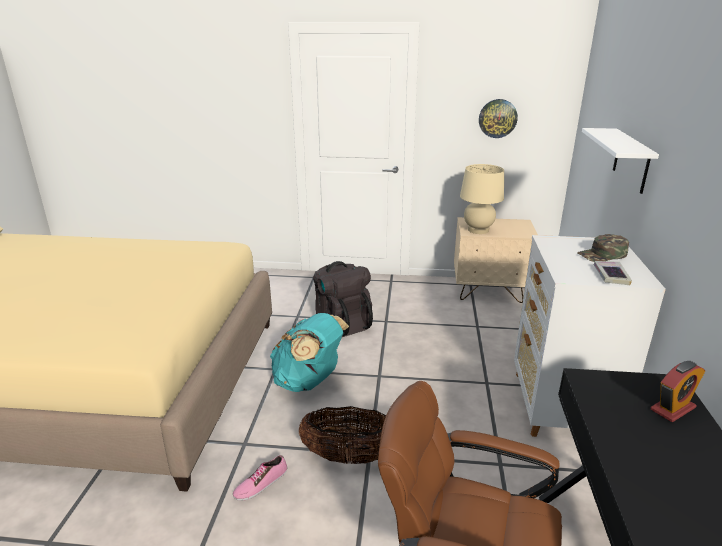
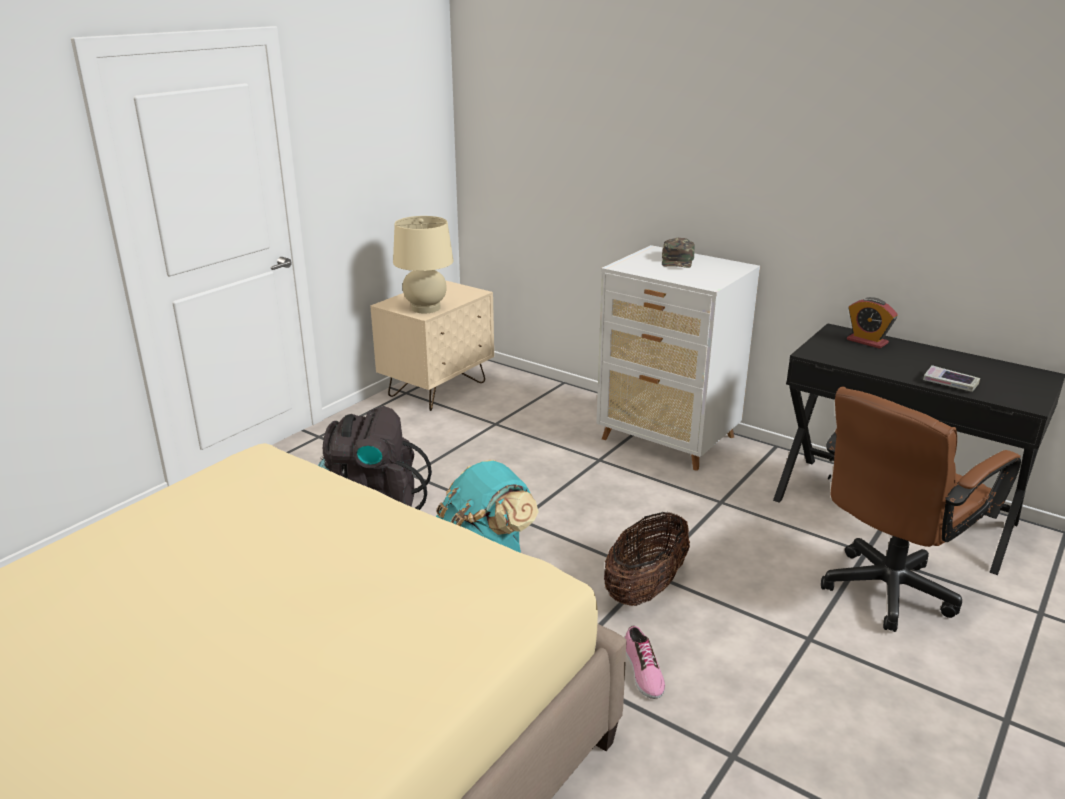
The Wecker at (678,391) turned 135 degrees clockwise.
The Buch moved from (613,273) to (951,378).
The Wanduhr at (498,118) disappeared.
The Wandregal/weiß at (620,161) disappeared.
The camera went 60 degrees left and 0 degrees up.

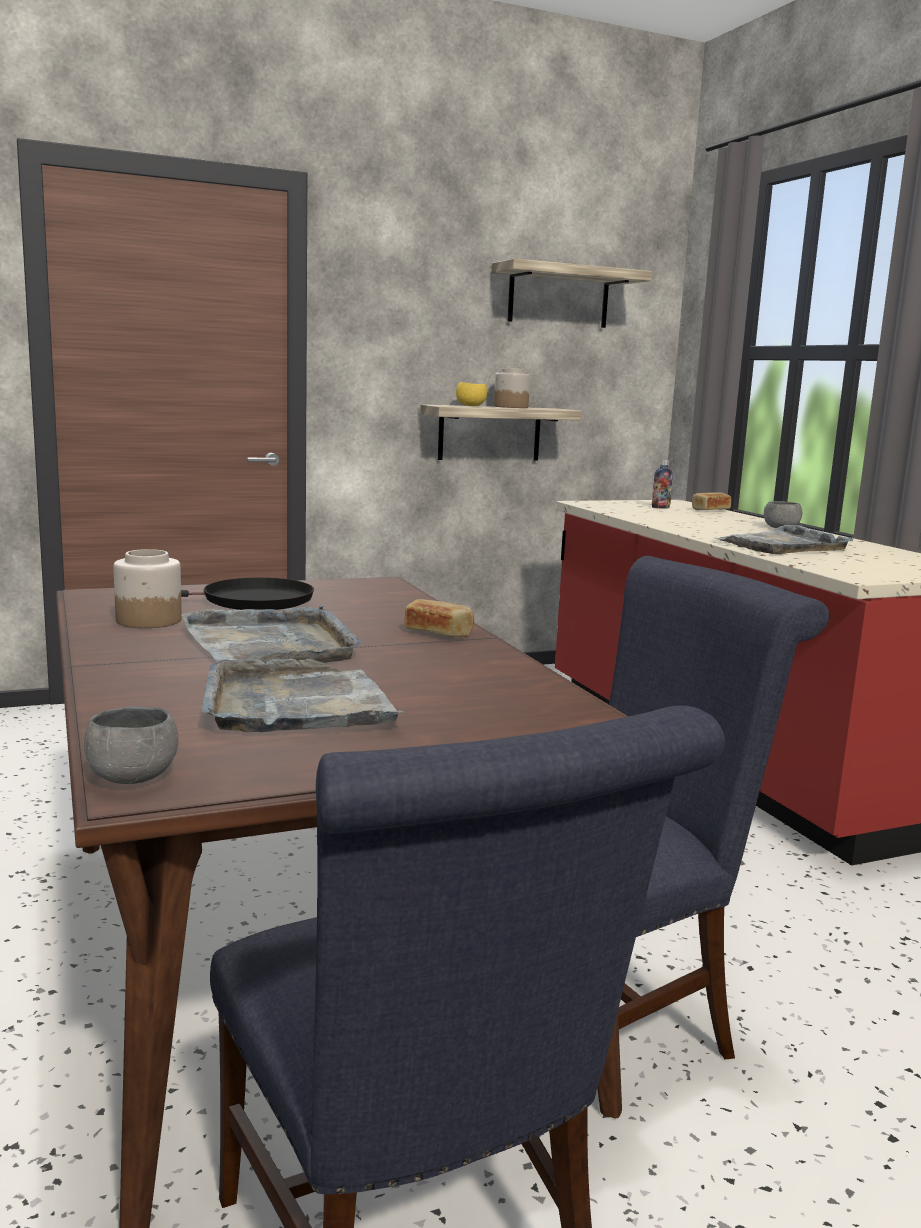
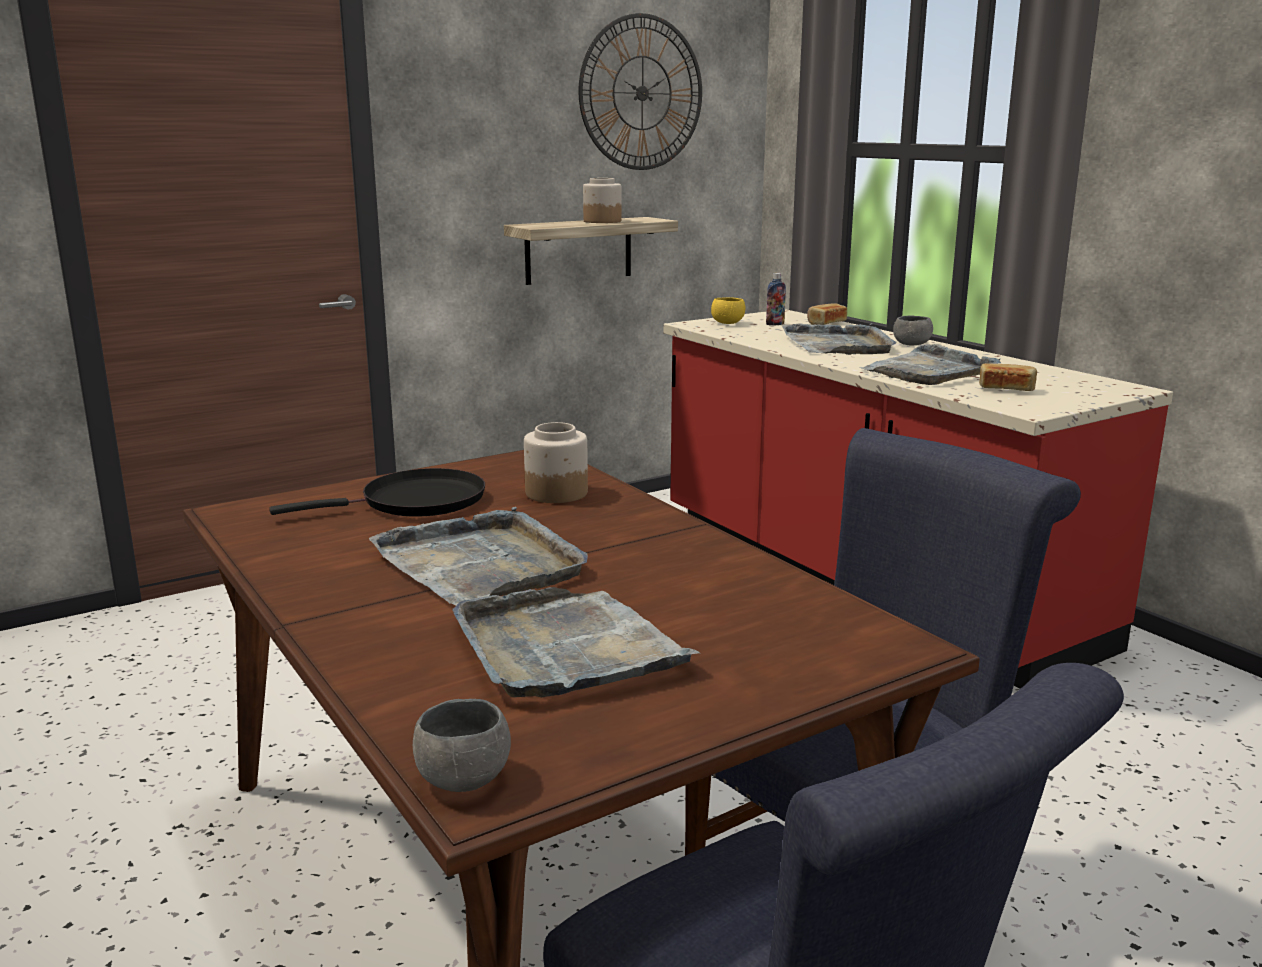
The Vorratsglas moved from (148,588) to (556,462).
The Wandregal at (571,293) was replaced by the Wanduhr at (640,91).
The Schüssel/gelb moved from (471,394) to (728,310).
The Tablett/grau at (839,339) appeared.
The Brot moved from (439,618) to (1008,377).
The camera went 10 degrees left and 5 degrees up.

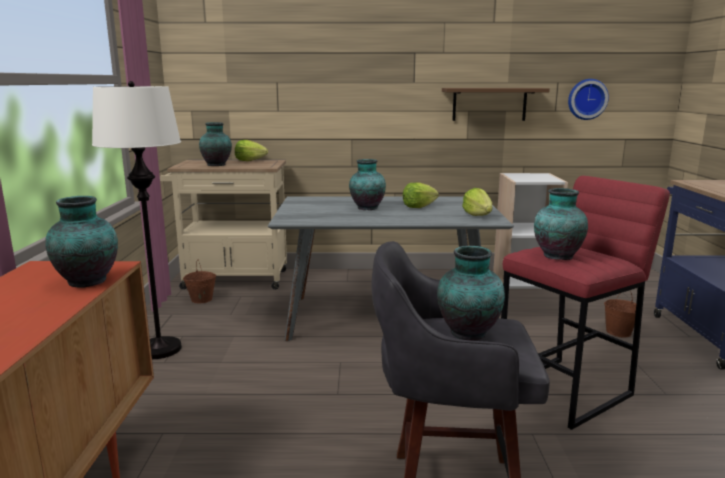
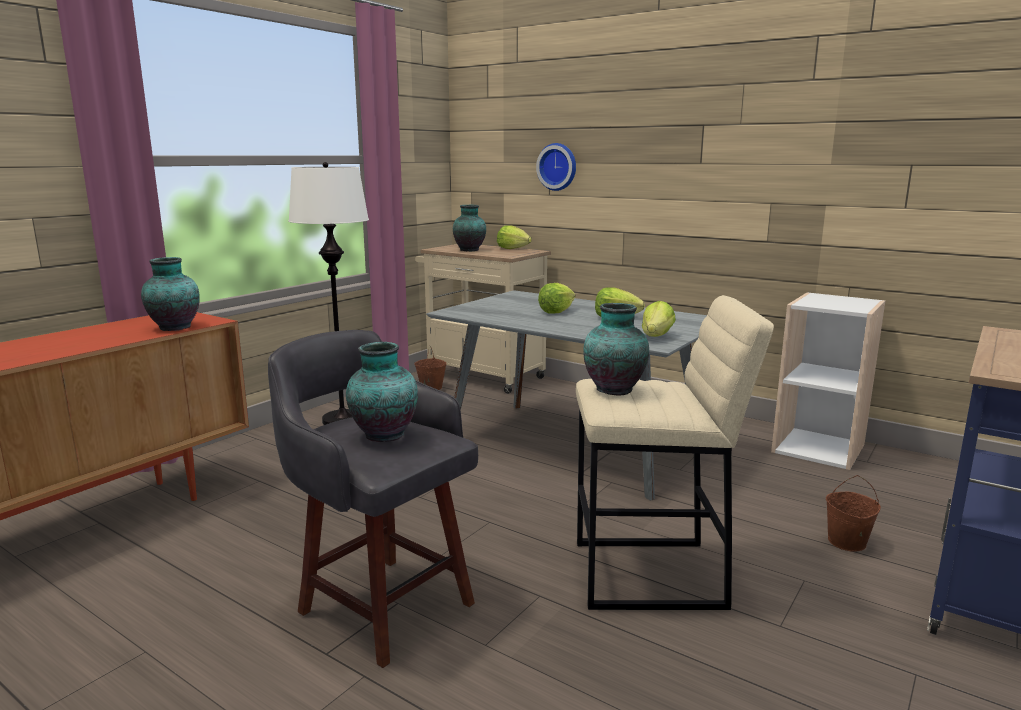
The Wanduhr moved from (588,99) to (556,167).
The Vase at (367,184) was replaced by the Salatkopf at (556,298).
The Hocker/rot at (585,303) became the Hocker/beige at (675,452).
The Wandregal/braun at (496,104) disappeared.
The camera went 35 degrees right and 0 degrees up.

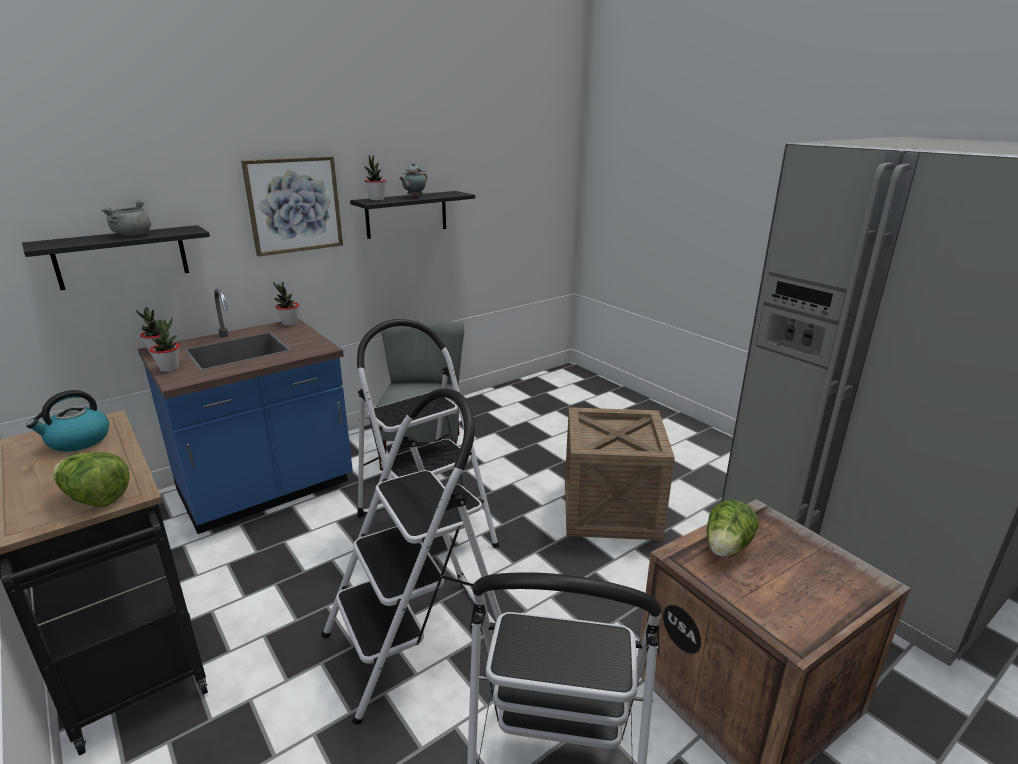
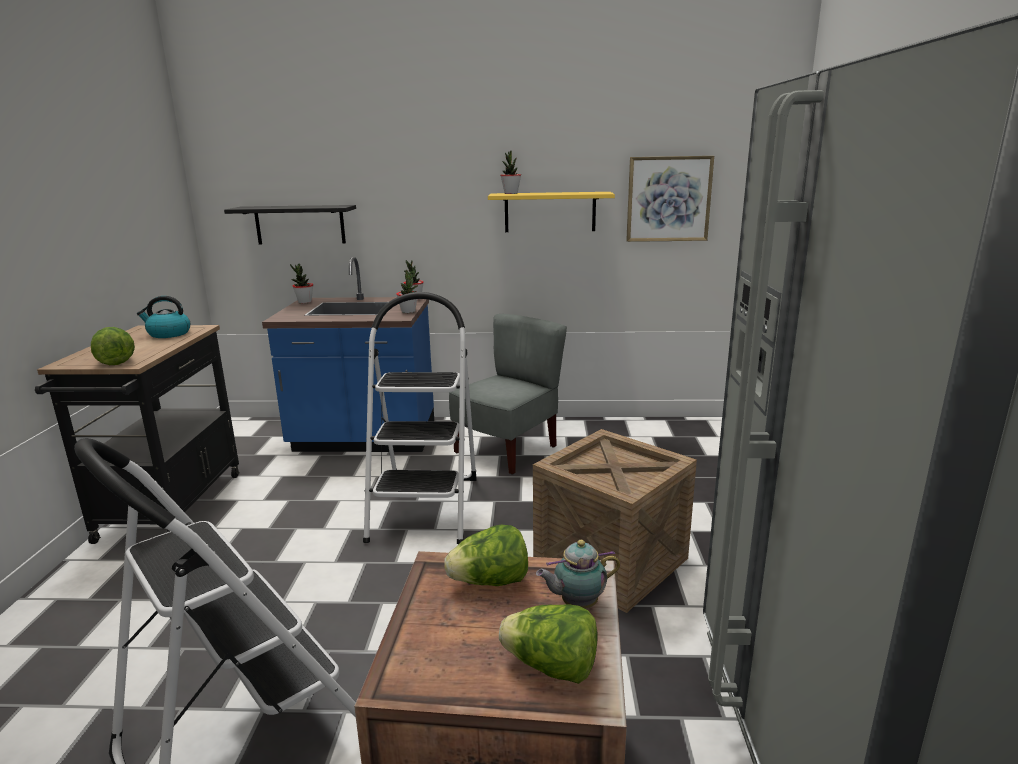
The Topfpflanze moved from (164,345) to (407,291).
The Wandregal/schwarz at (412,215) became the Wandregal/gelb at (551,212).
The Salatkopf at (548,644) appeared.
The Teekanne moved from (413,180) to (578,574).
The Bild moved from (292,206) to (670,199).
The Kochtopf/grau at (126,218) disappeared.
The Trittleiter at (411,557) disappeared.
The camera went 40 degrees right and 5 degrees down.

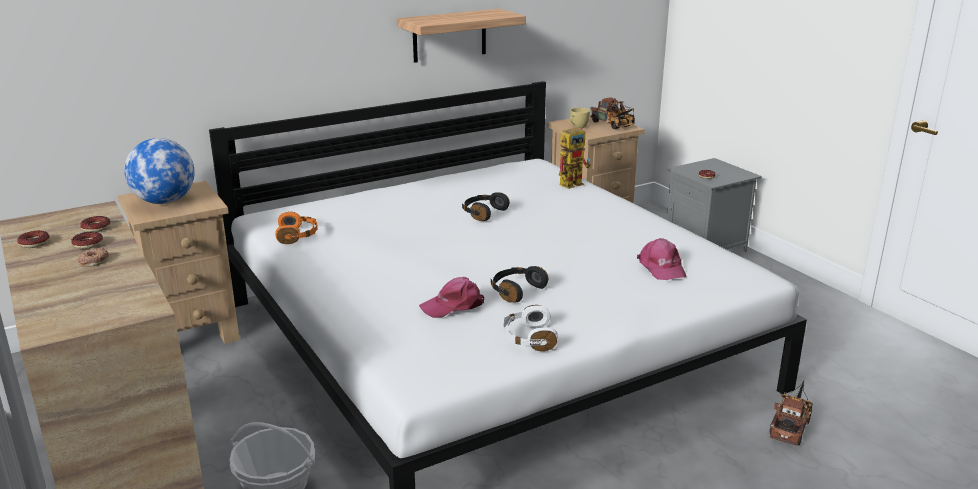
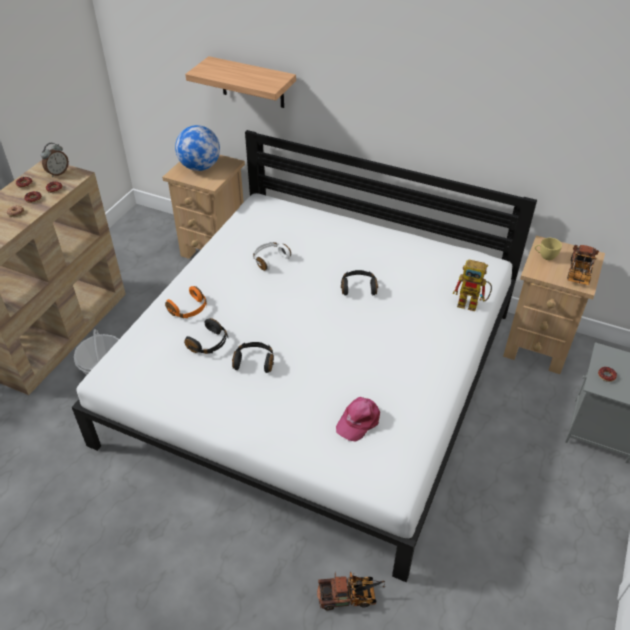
The Wecker at (55,160) appeared.
The Kopfhörer/orange moved from (296,228) to (186,302).
The Kappe/rosa at (451,297) was replaced by the Kopfhörer/schwarz at (206,336).
The Wandregal moved from (461,36) to (240,82).
The Kopfhörer/weiß moved from (530,328) to (272,256).
The camera went 55 degrees right and 20 degrees up.

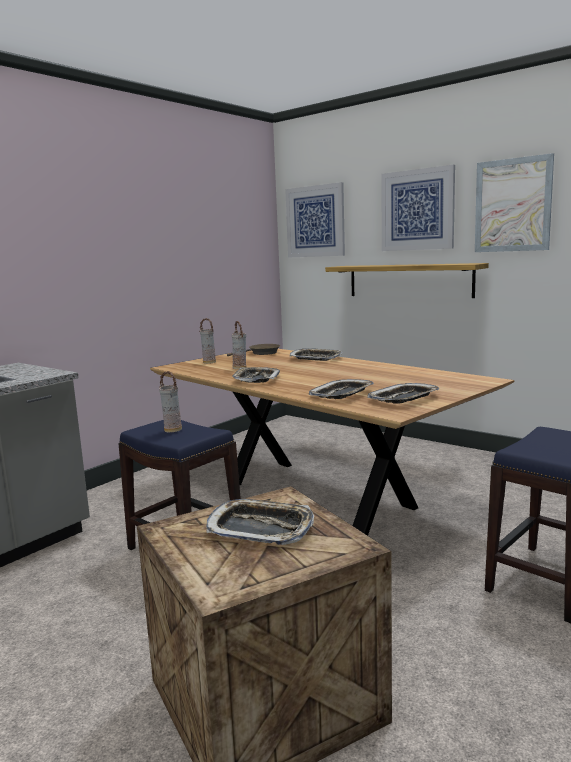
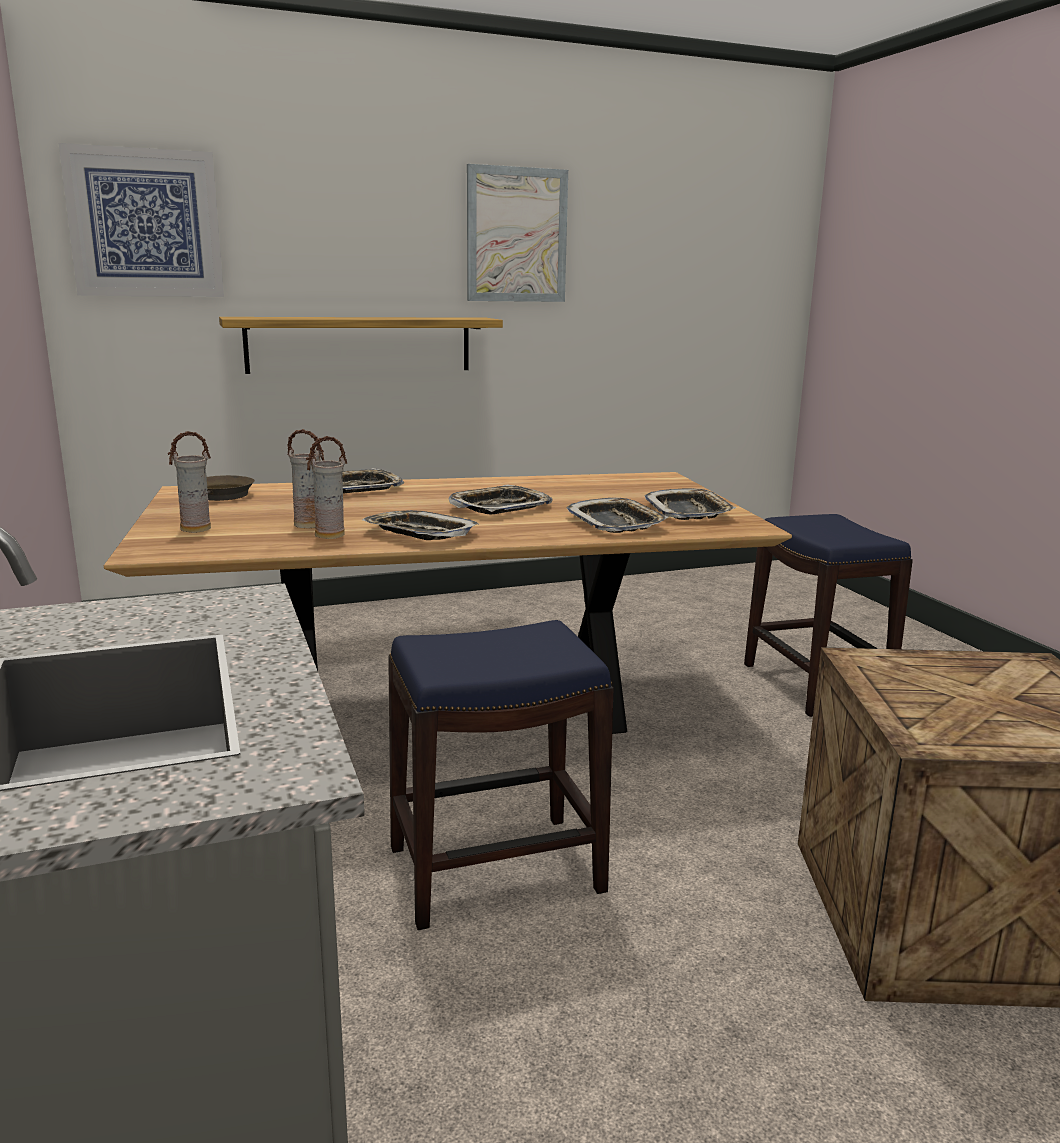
The Vase moved from (170,402) to (327,487).
The Tablett moved from (260,522) to (500,499).
The Bild at (418,208) disappeared.
The camera went 60 degrees left and 5 degrees up.

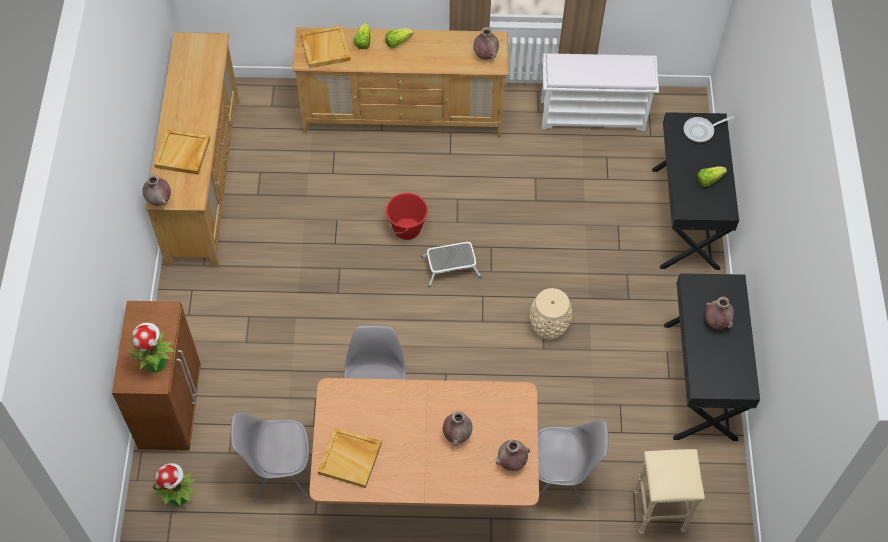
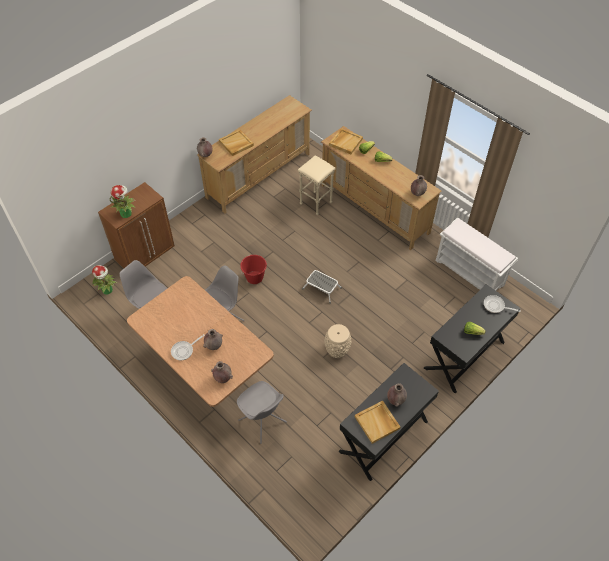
The Pfanne at (188,347) appeared.
The Eimer/rot moved from (407,216) to (253,269).
The Hocker/beige moved from (669,491) to (317,185).
The Tablett/beige moved from (350,457) to (377,422).
The camera went 45 degrees right and 5 degrees down.

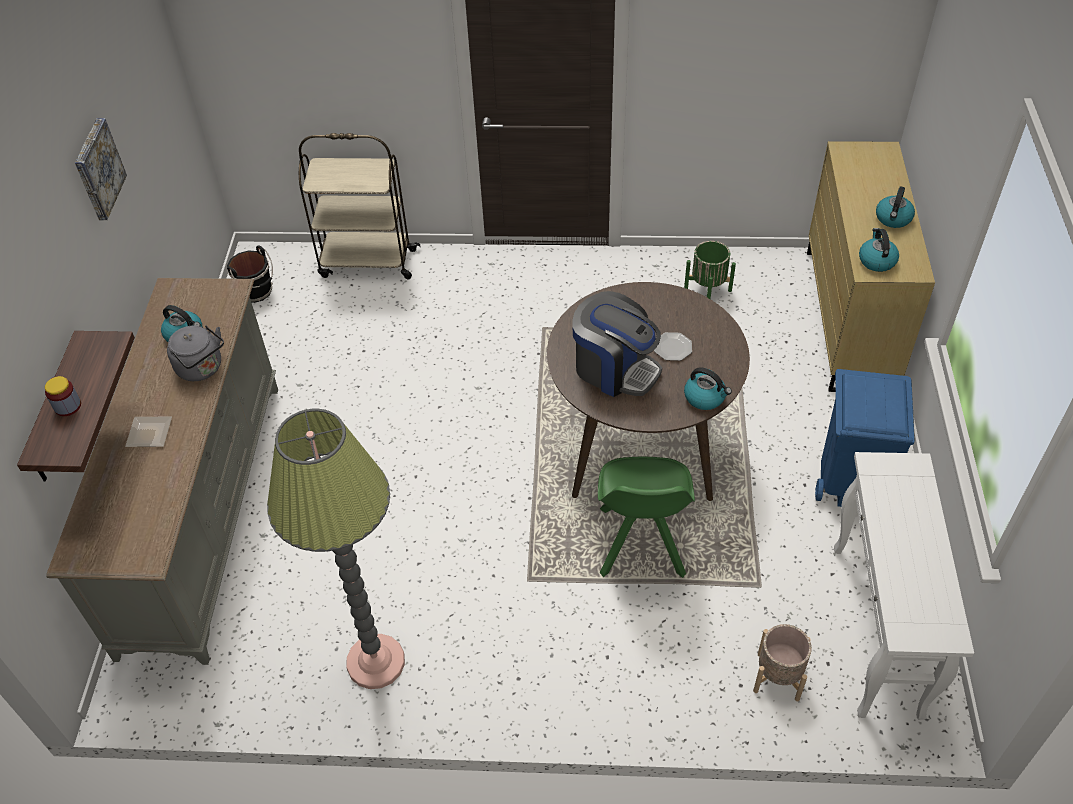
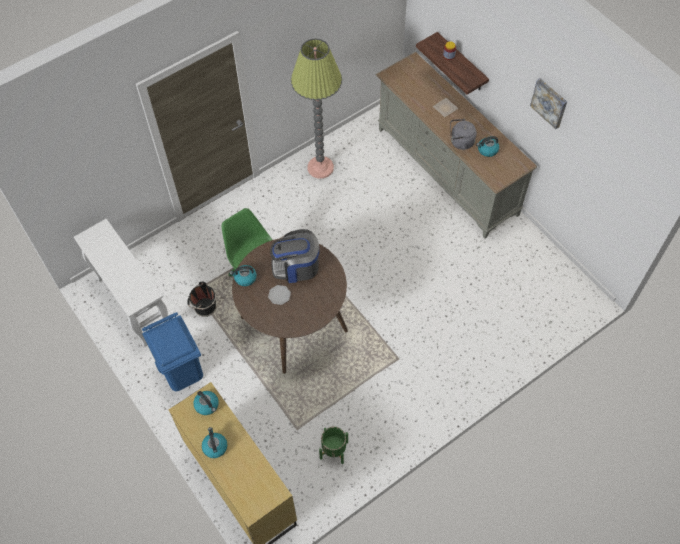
The Eimer/schwarz moved from (250,274) to (201,299).
The Rollwagen/beige at (360,206) disappeared.
The Pflanzkübel/beige at (782,662) disappeared.
The camera went 140 degrees right and 10 degrees up.

